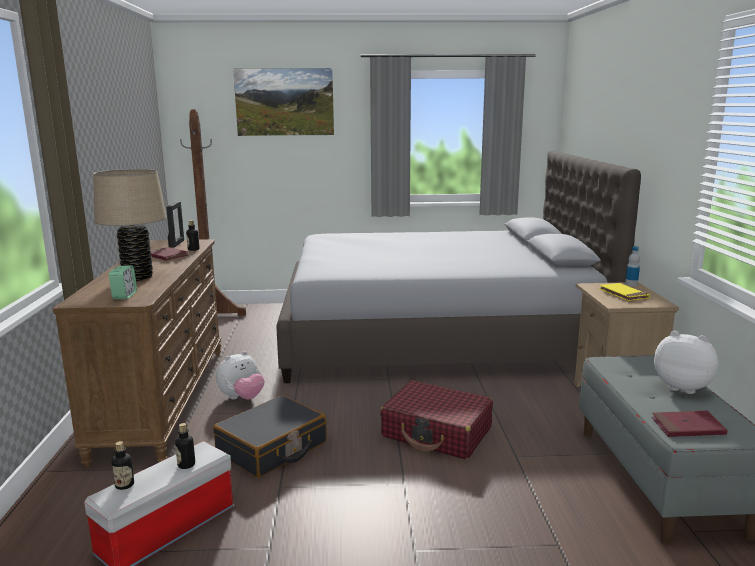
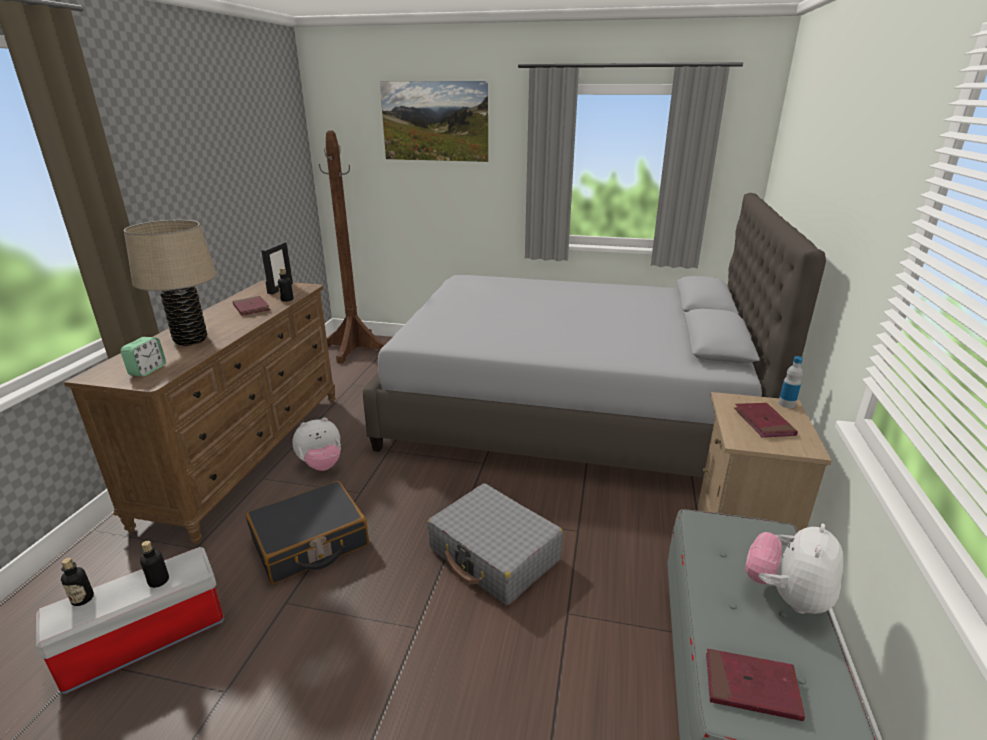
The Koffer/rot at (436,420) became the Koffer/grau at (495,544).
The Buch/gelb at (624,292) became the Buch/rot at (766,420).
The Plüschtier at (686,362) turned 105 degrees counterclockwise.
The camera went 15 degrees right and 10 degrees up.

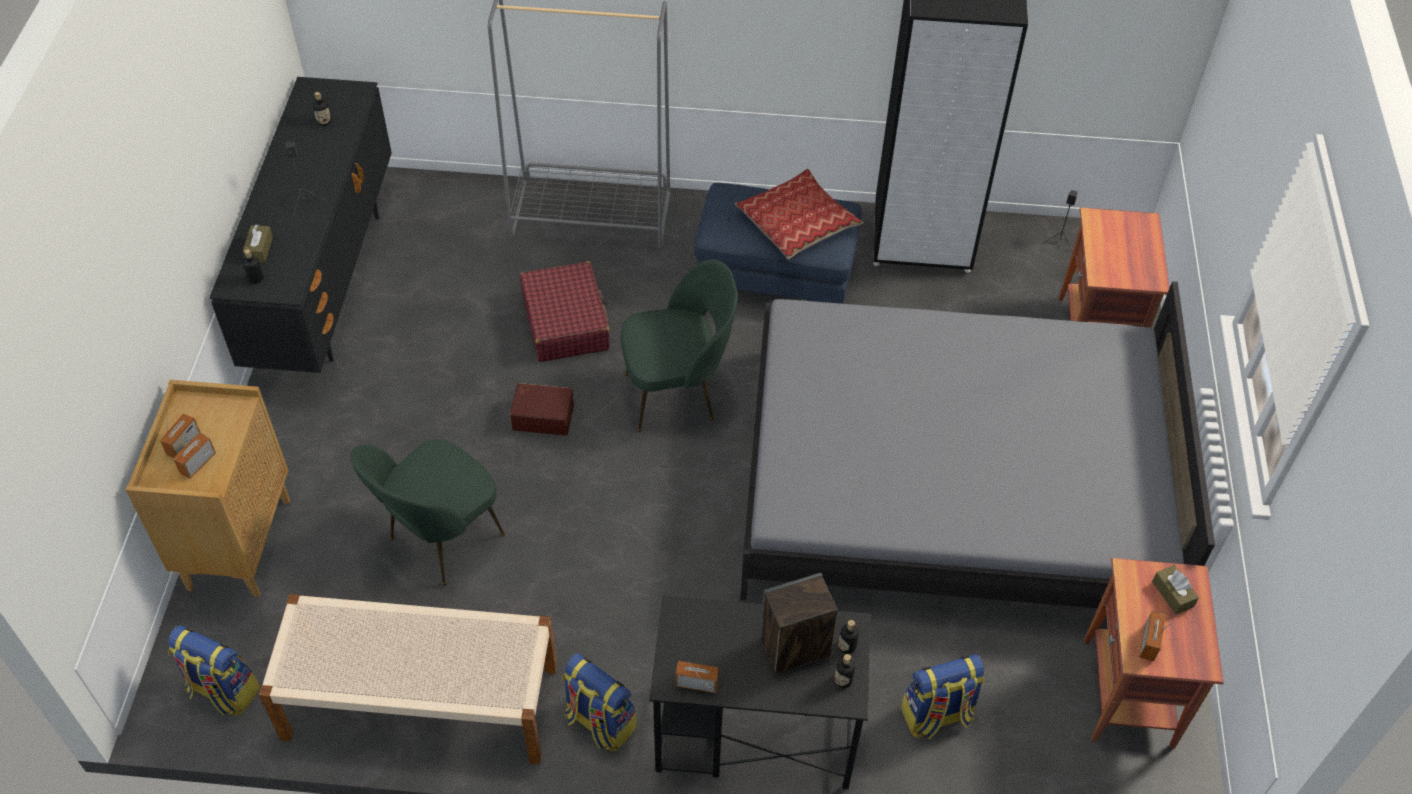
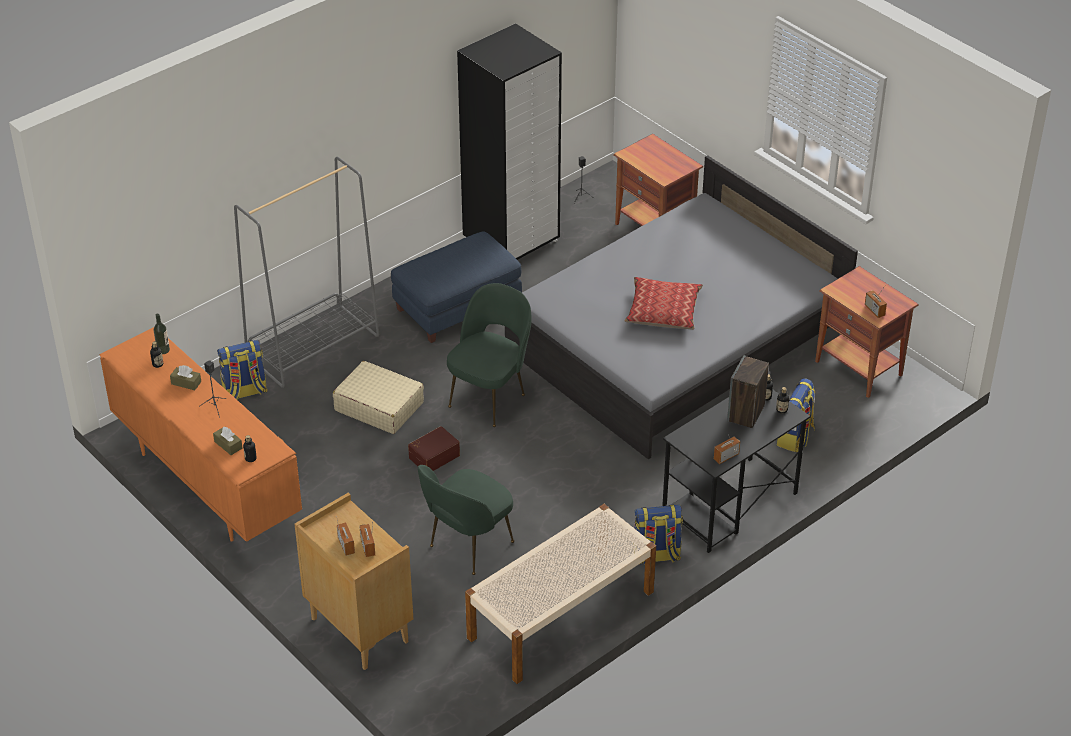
The Kommode/schwarz at (301,225) became the Kommode/orange at (201,434).
The Flasche at (162,333) appeared.
The Taschentuchbox/braun moved from (1175,589) to (185,377).
The Rucksack moved from (214,670) to (242,369).
The Koffer/rot at (565,311) became the Koffer/beige at (378,397).
The Stuhl/grün at (427,512) turned 45 degrees clockwise.
The Kissen moved from (798,214) to (664,303).
The camera went 45 degrees left and 10 degrees down.

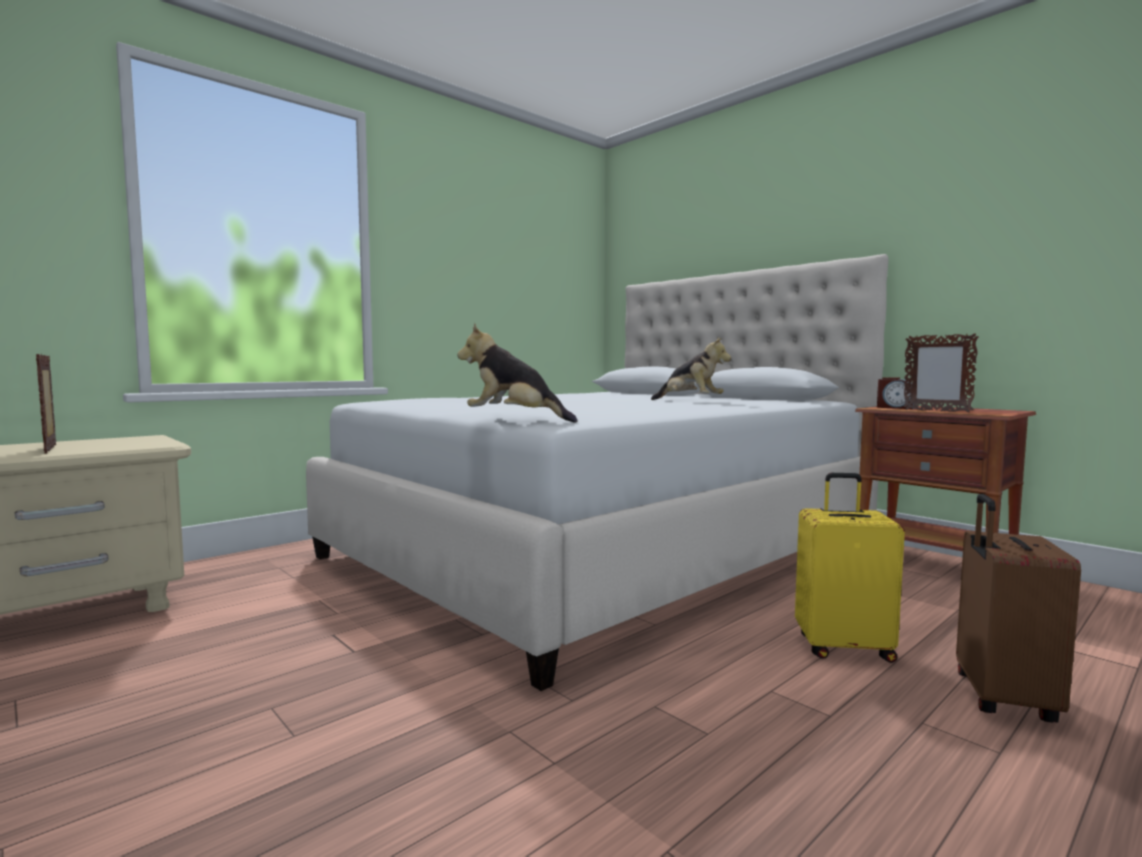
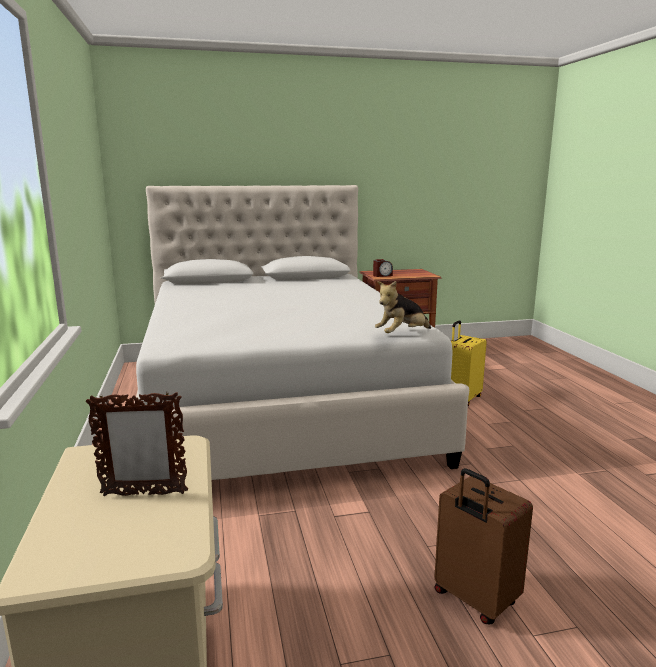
The Koffer/braun moved from (1018,608) to (483,546).
The Plüschtier at (691,368) disappeared.
The Bilderrahmen at (941,373) disappeared.
The camera went 60 degrees left and 10 degrees up.

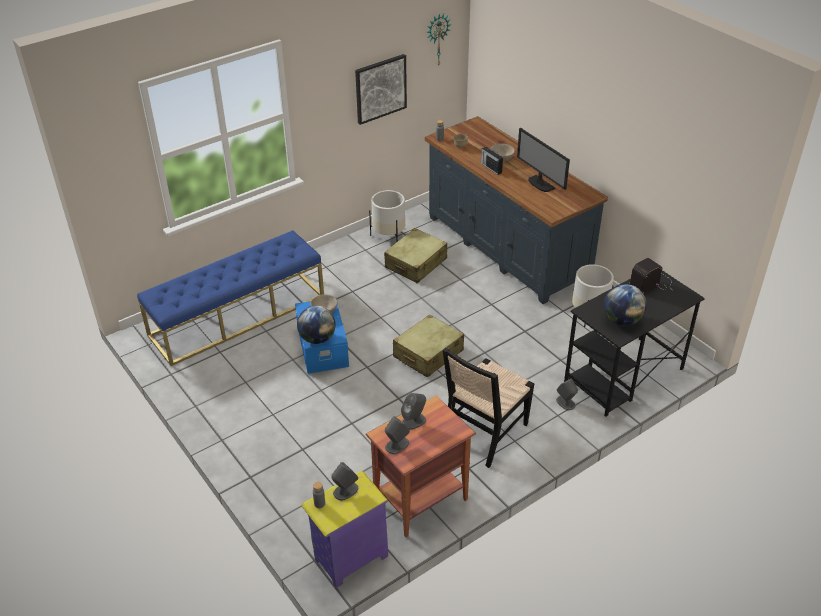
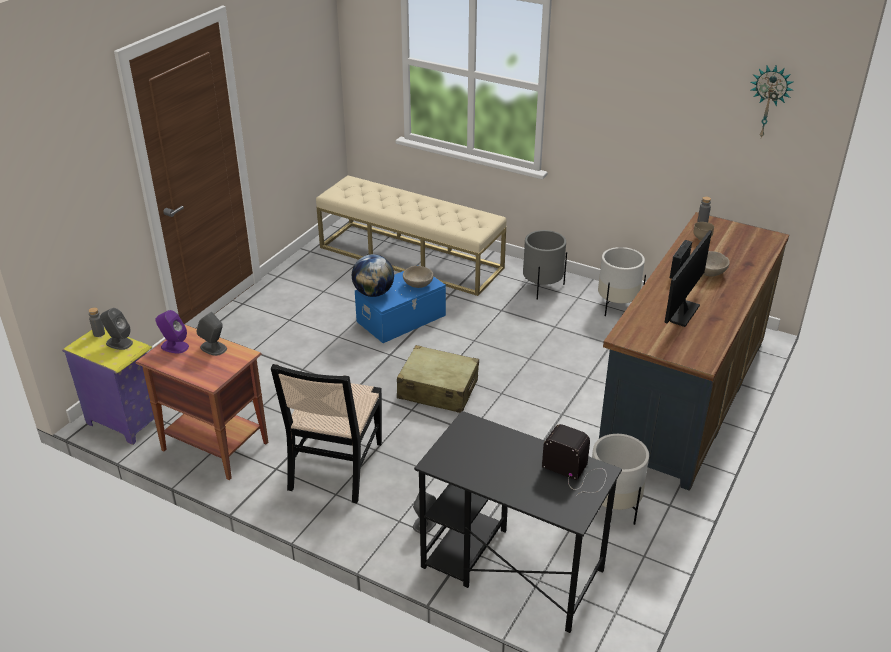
The Lautsprecher/grau at (397,435) became the Lautsprecher/lila at (172,332).
The Stuhl at (488,407) turned 90 degrees counterclockwise.
The Bank/blau at (230,298) became the Bank/beige at (411,235).
The Pflanzkübel/grau at (545,265) appeared.
The Bild at (381,89) disappeared.
The Koffer/beige at (415,255) disappeared.
The Globus at (625,305) disappeared.
The camera went 65 degrees right and 5 degrees down.

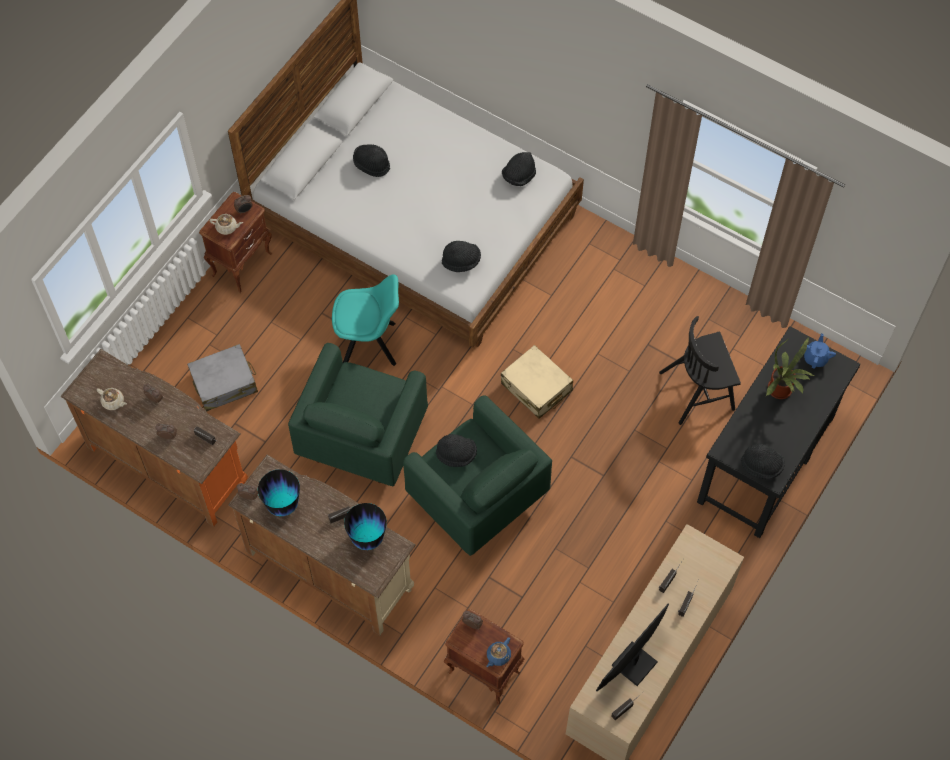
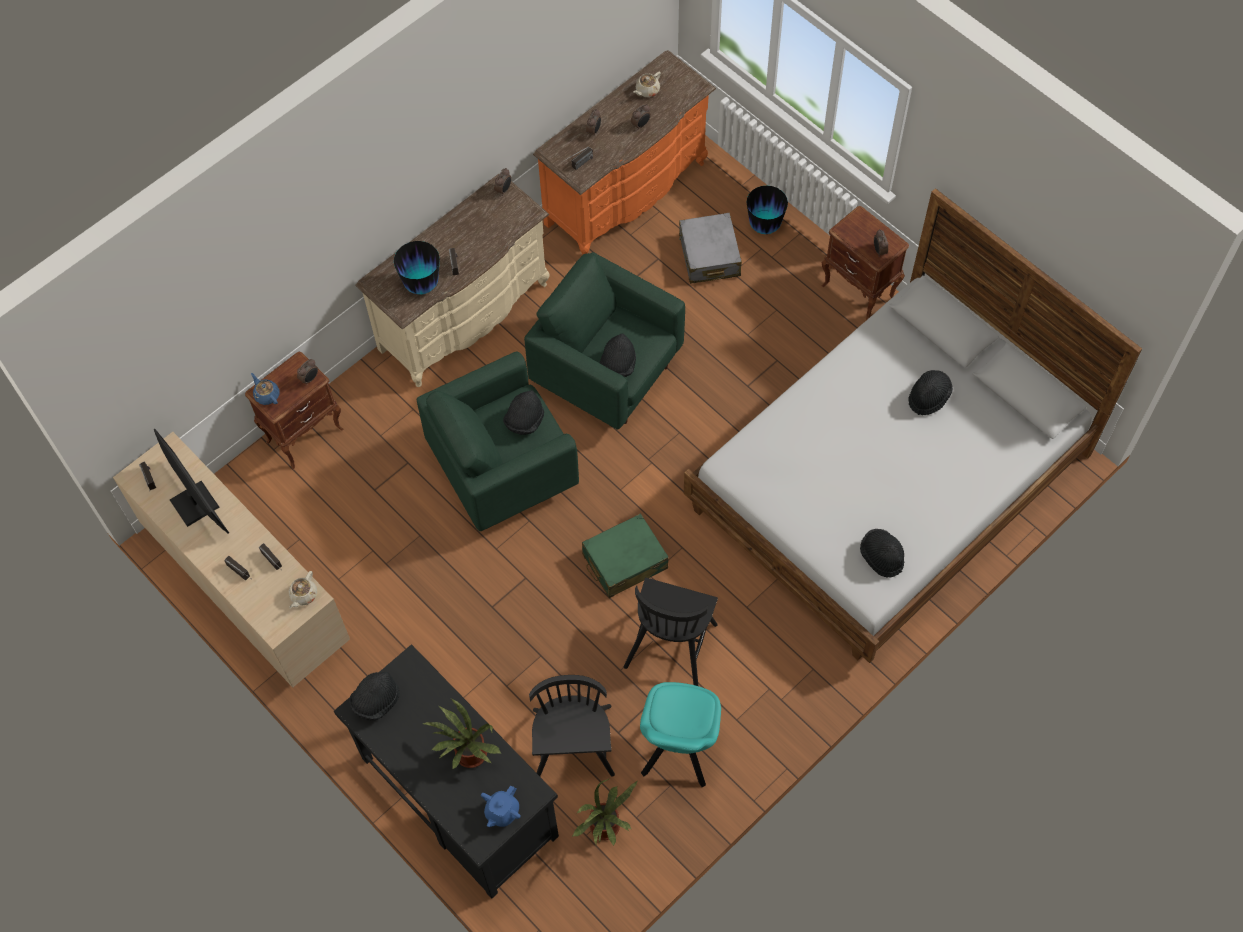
The Teekanne/beige moved from (226,224) to (303,590).
The Teekanne/blau at (819,351) turned 90 degrees clockwise.
The Topfpflanze at (604,812) appeared.
The Koffer/beige at (537,382) became the Koffer/grün at (625,555).
The Hut/schwarz moved from (461,256) to (618,355).
The Stuhl/schwarz at (671,631) appeared.
The Stuhl/türkis moved from (365,320) to (680,734).
The Vase moved from (279,492) to (767,210).
The camera went 105 degrees right and 0 degrees up.

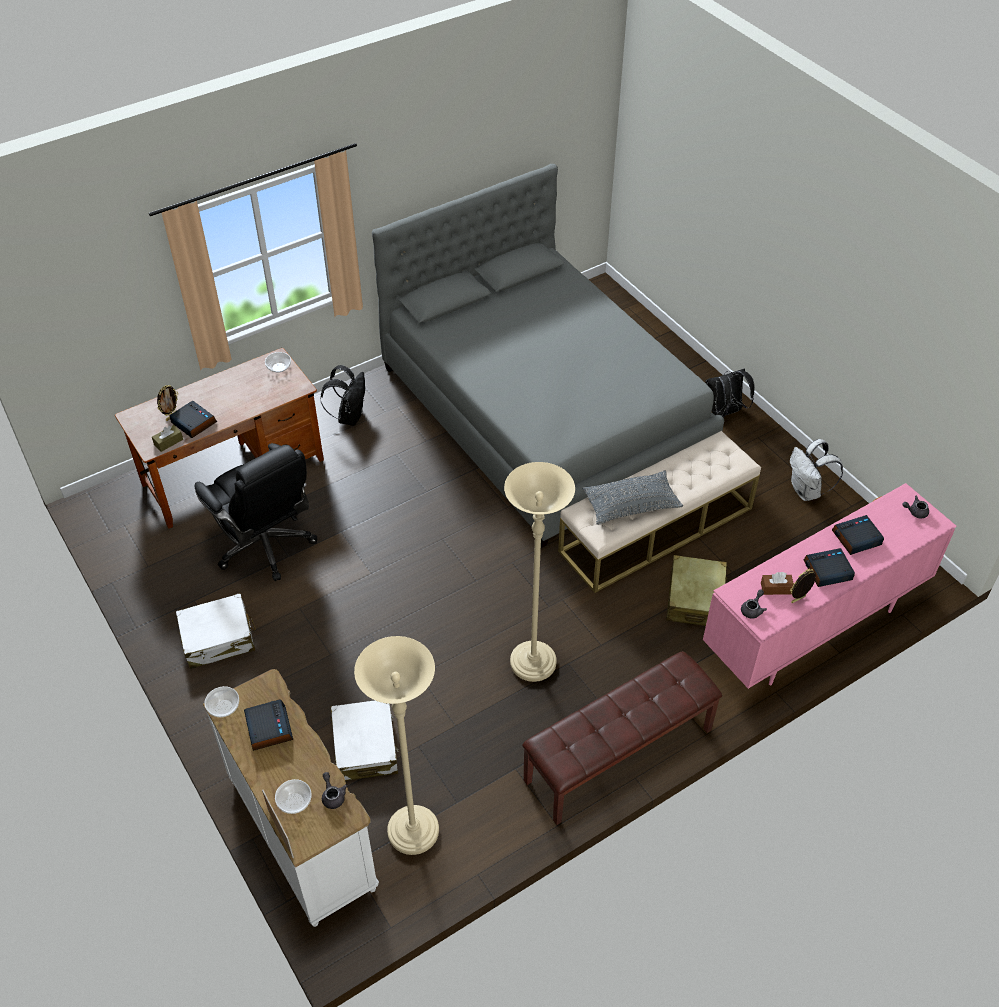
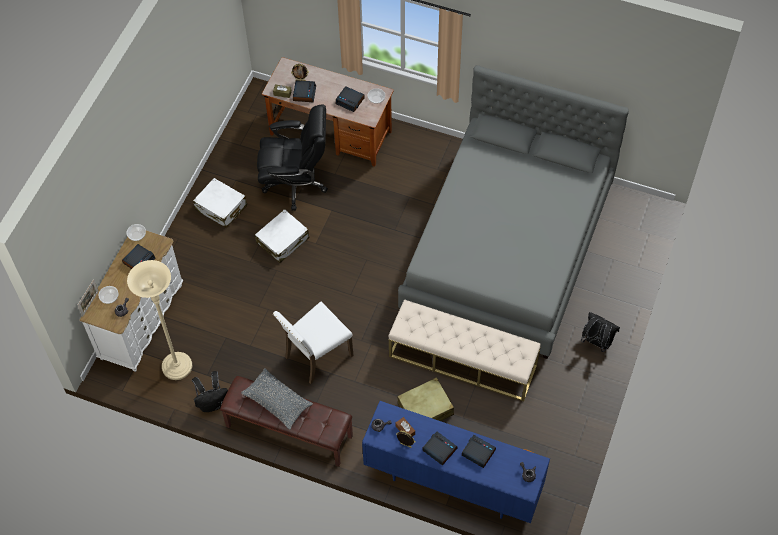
The Rucksack/schwarz moved from (342,395) to (210,391).
The Kissen/grau moved from (632,498) to (277,399).
The Koffer/weiß moved from (365,740) to (282,236).
The Bürostuhl/schwarz at (256,512) turned 105 degrees counterclockwise.
The Stehlampe/beige at (539,572) was replaced by the Stuhl/weiß at (313,343).
The Wecker at (350,99) appeared.
The Kommode/rosa at (829,586) became the Kommode/blau at (456,462).
The Rucksack/weiß at (816,470) disappeared.
The camera went 55 degrees right and 10 degrees up.

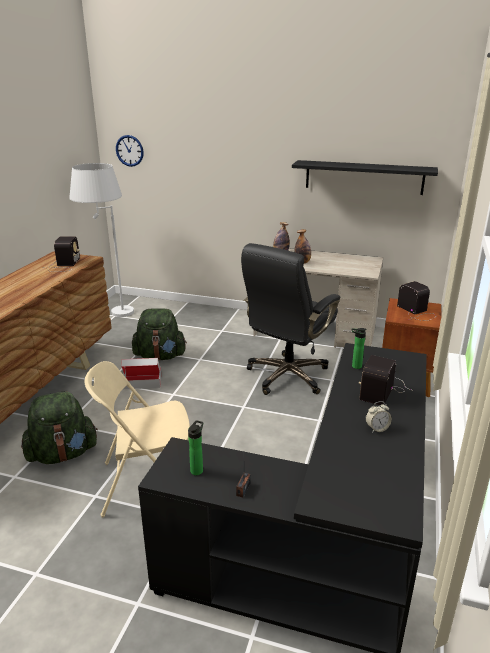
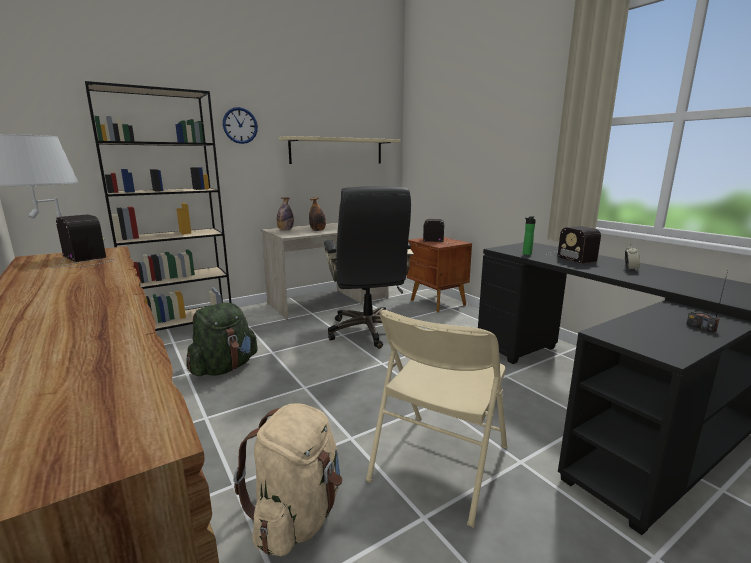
The Bücherregal/beige at (158,206) appeared.
The Wanduhr moved from (130,151) to (240,125).
The Rucksack/grün at (59,427) became the Rucksack/beige at (288,479).
The Wandregal/schwarz at (365,177) became the Wandregal/beige at (340,150).
The Karton at (141,373) disappeared.
The Flasche at (195,447) disappeared.
The camera went 50 degrees left and 10 degrees down.

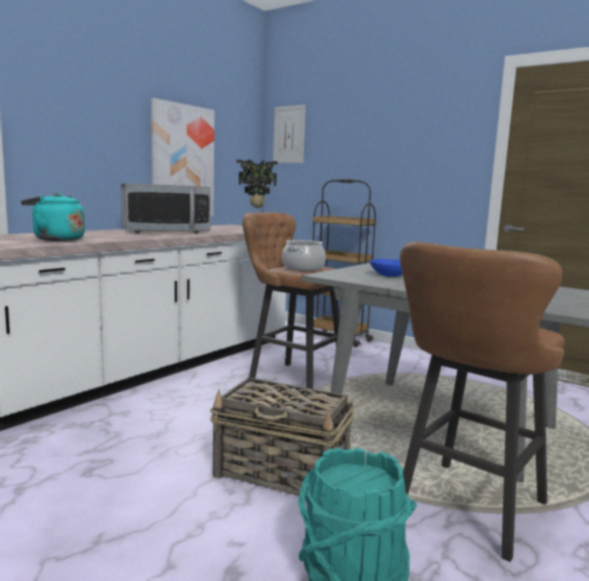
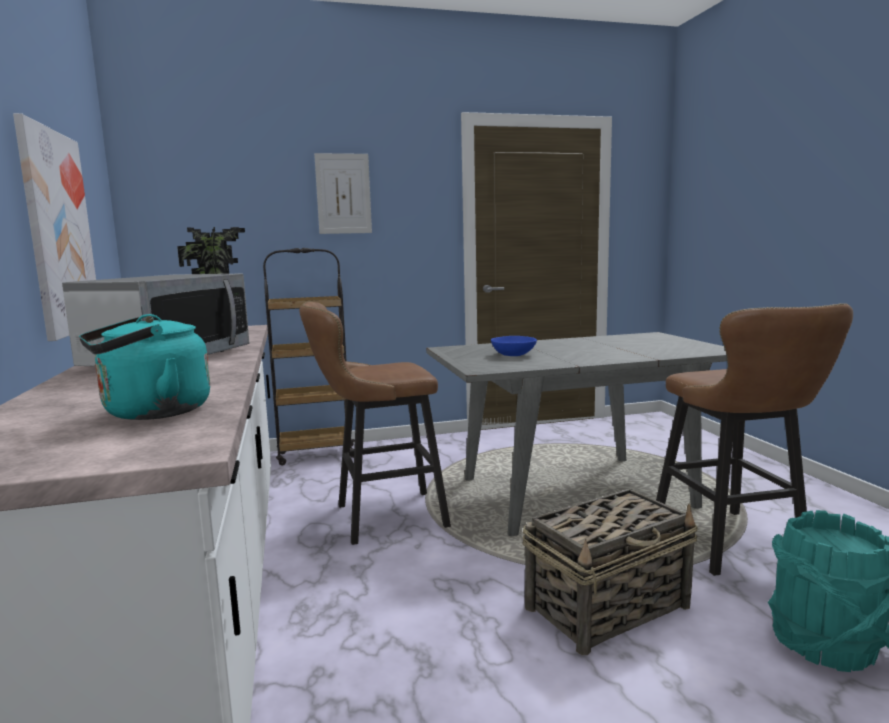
The Bild moved from (289,134) to (343,193).
The Kochtopf at (304,255) disappeared.
The camera went 50 degrees left and 0 degrees up.

